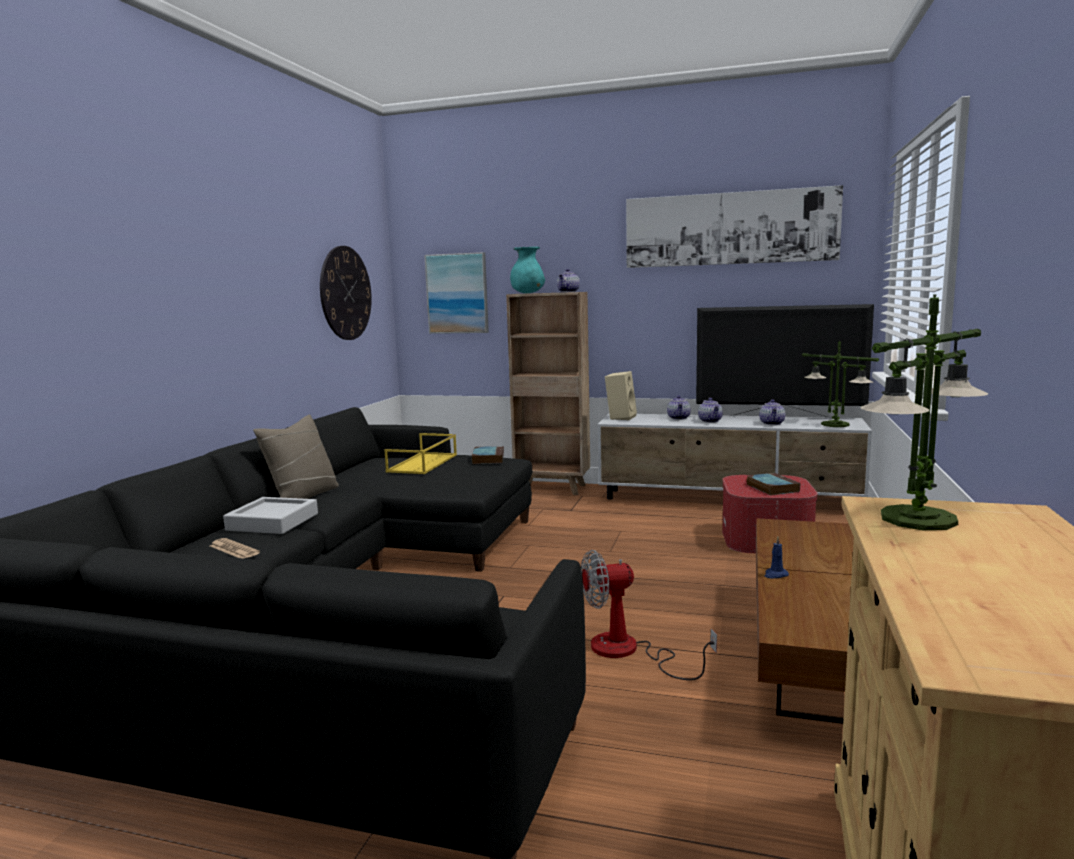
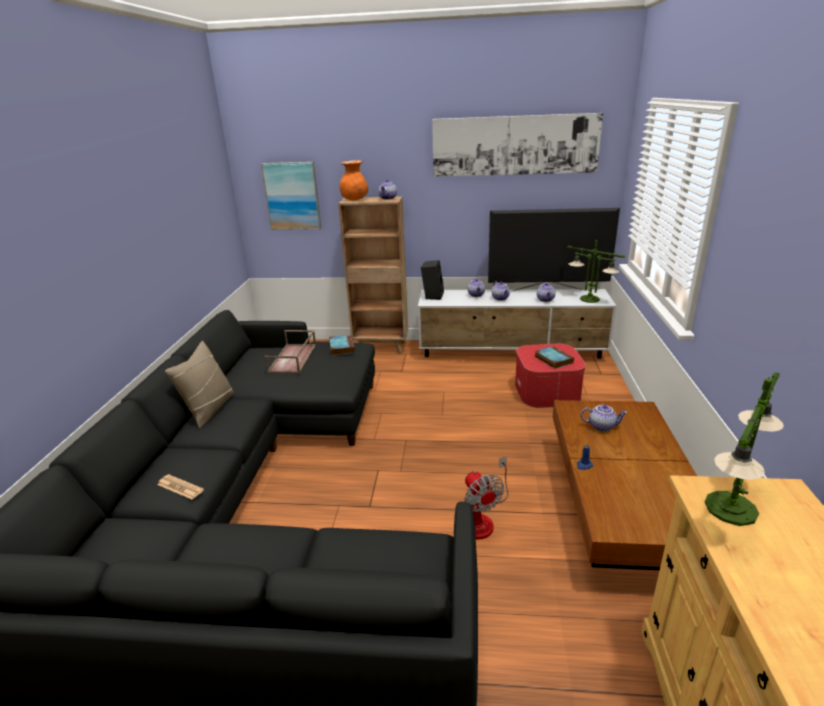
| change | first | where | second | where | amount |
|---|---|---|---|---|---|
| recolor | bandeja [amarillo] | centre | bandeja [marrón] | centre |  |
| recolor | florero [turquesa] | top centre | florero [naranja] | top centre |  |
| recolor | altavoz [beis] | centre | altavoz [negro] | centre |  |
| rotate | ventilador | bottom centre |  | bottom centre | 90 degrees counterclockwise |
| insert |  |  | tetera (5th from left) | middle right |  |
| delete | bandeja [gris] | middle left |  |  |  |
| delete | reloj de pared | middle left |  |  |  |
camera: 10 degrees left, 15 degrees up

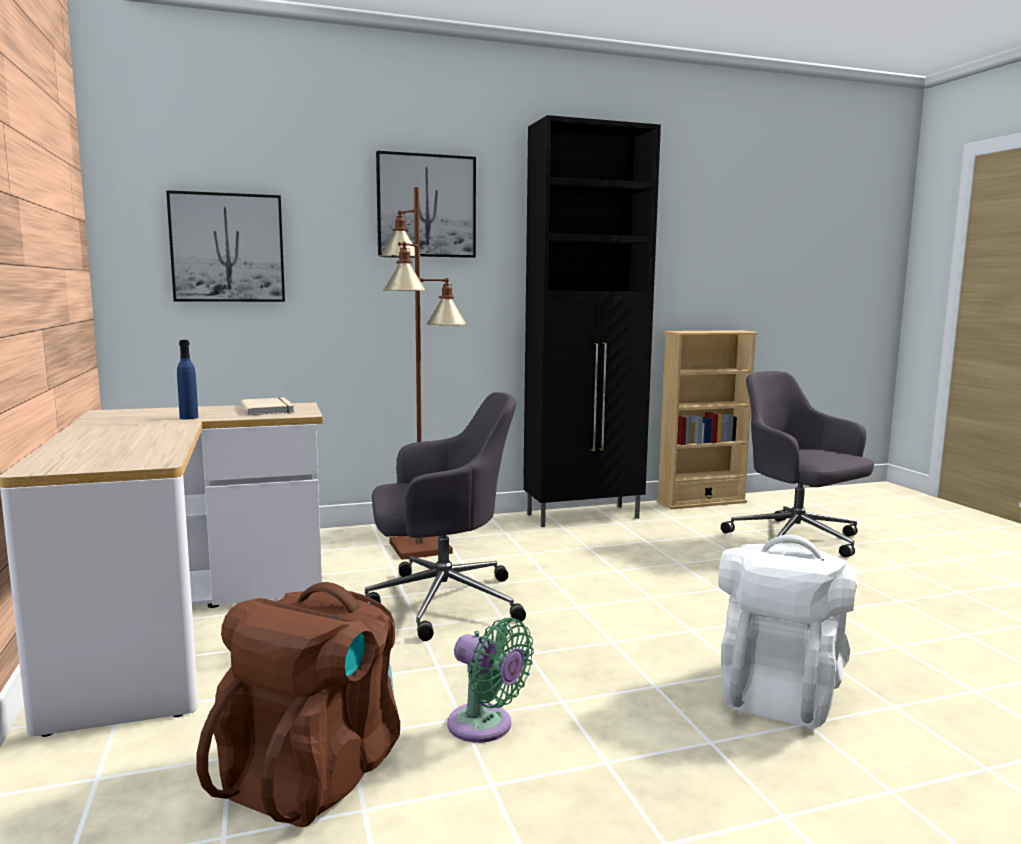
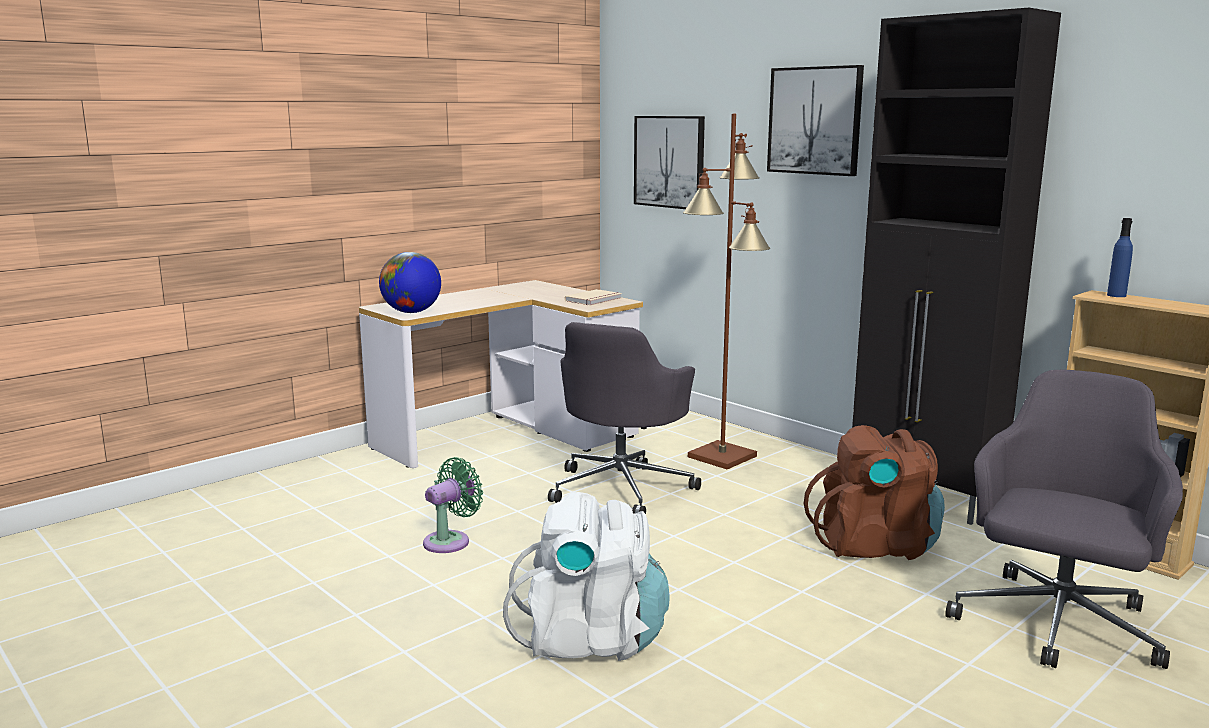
| change | first | where | second | where | amount |
|---|---|---|---|---|---|
| insert |  |  | globo terráqueo | centre |  |
| rotate | ventilador [verde] | bottom centre |  | bottom centre | 150 degrees counterclockwise |
| rotate | silla de oficina [gris] (1st from left) | centre |  | centre | 60 degrees clockwise |
| move | mochila [marrón] | bottom left |  | bottom right |  |
| move | botella [azul] | middle left |  | middle right |  |
camera: 65 degrees right, 5 degrees up

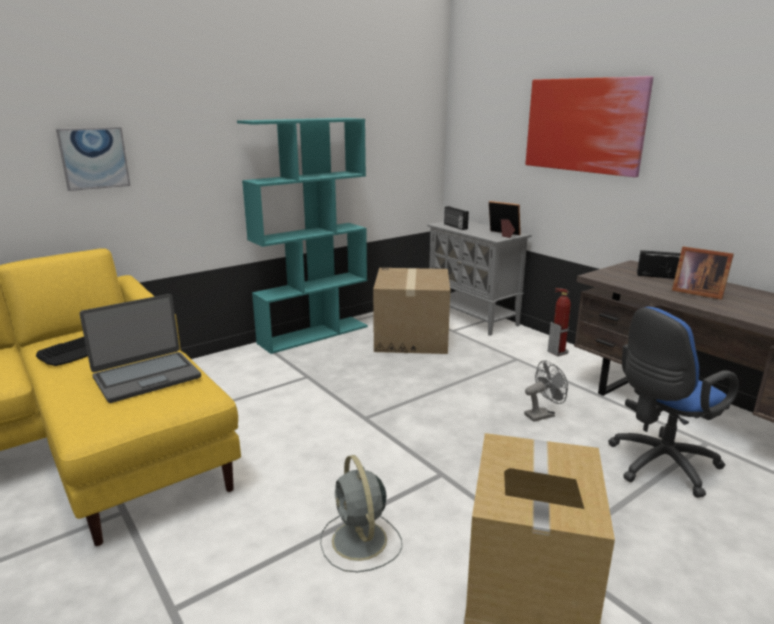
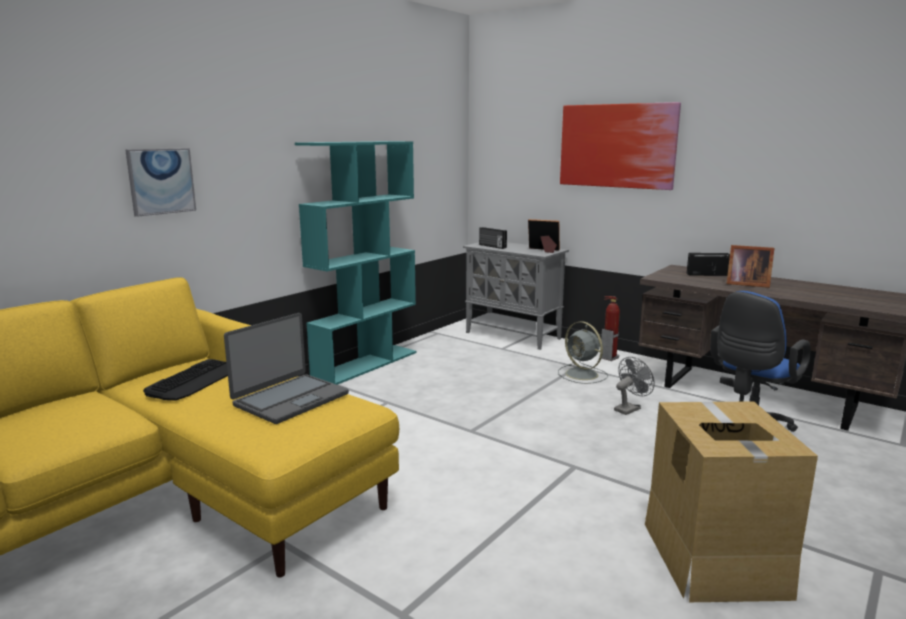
| change | first | where | second | where | amount |
|---|---|---|---|---|---|
| move | ventilador [gris] (1st from left) | bottom centre |  | centre |  |
| delete | caja de cartón (1st from left) | centre |  |  |  |
camera: 15 degrees left, 5 degrees down

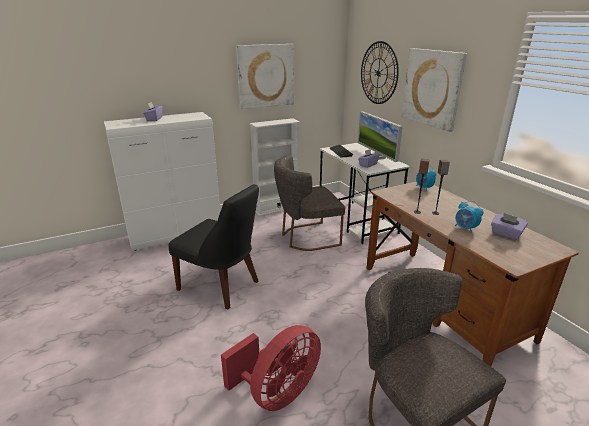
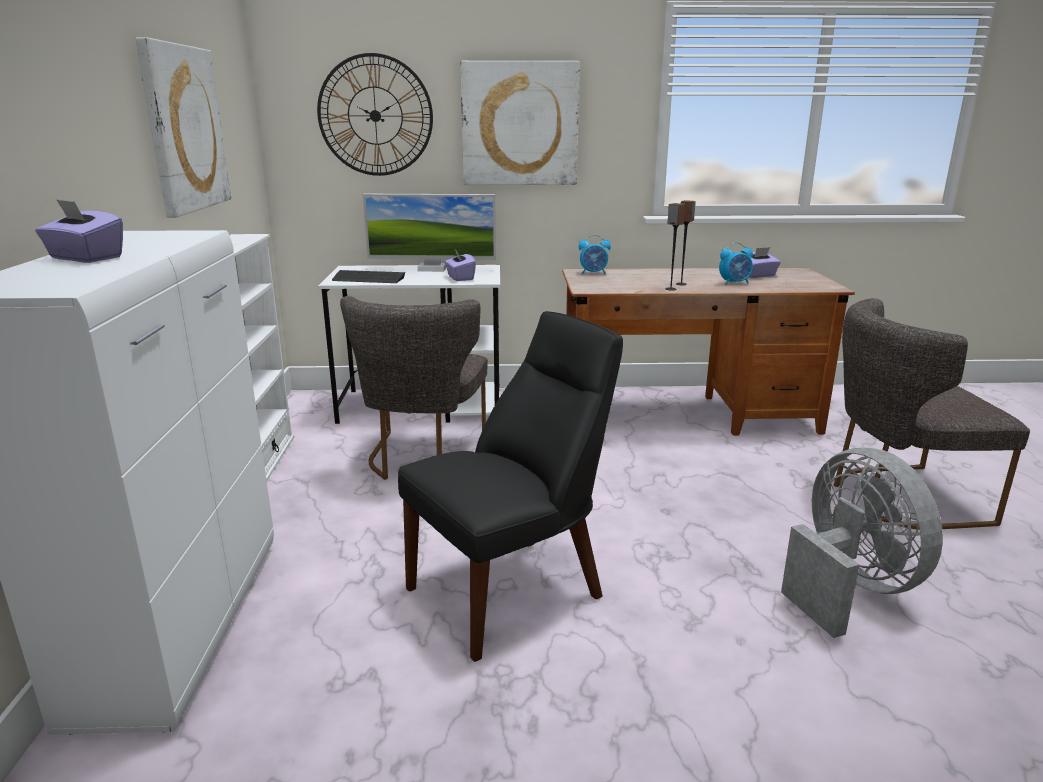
| change | first | where | second | where | amount |
|---|---|---|---|---|---|
| recolor | ventilador [rojo] | bottom centre | ventilador [gris] | bottom right |  |
camera: 65 degrees left, 5 degrees down

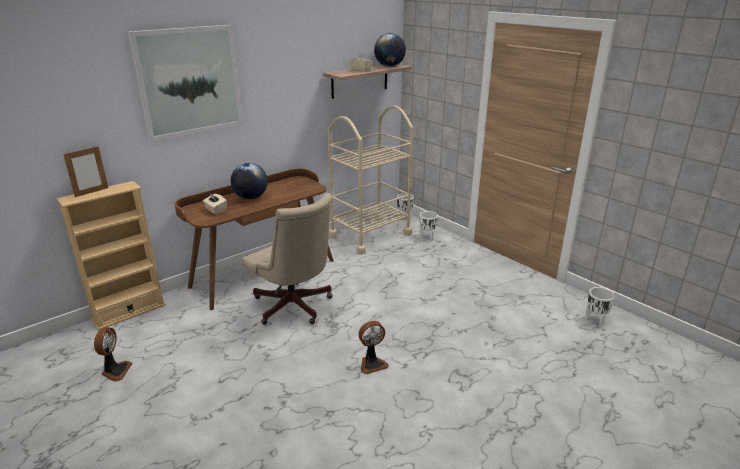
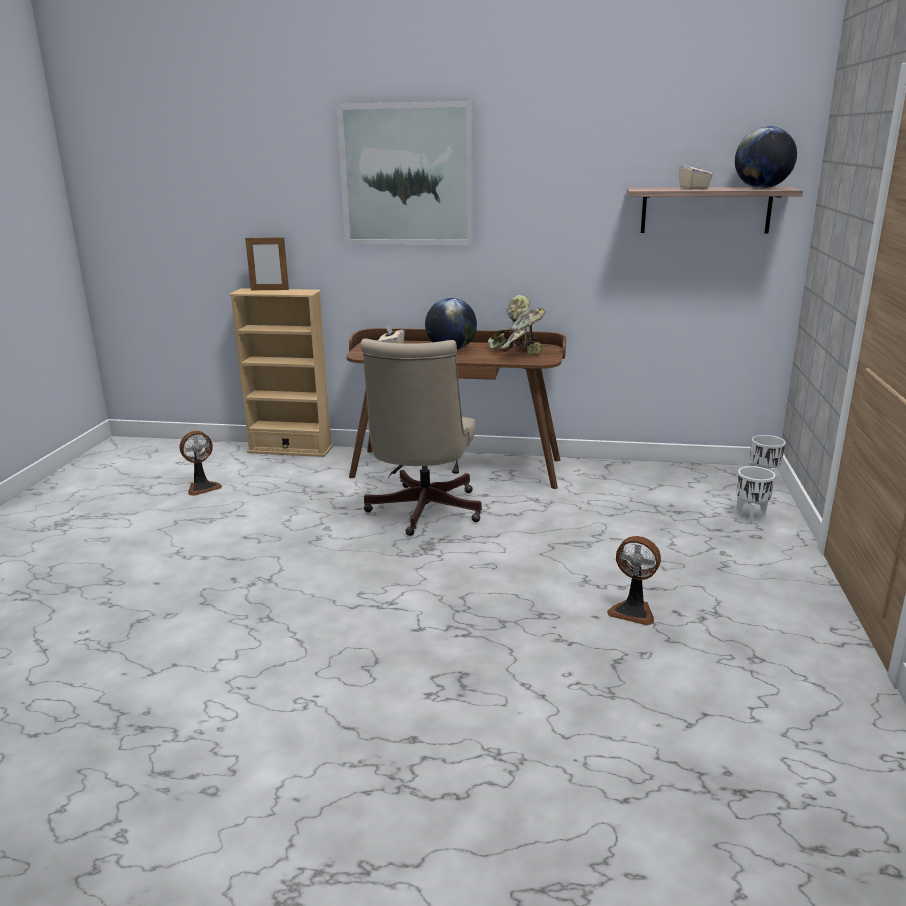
| change | first | where | second | where | amount |
|---|---|---|---|---|---|
| insert |  |  | planta en maceta | centre |  |
| move | ventilador (2nd from left) | bottom centre |  | middle right |  |
| delete | carrito [beis] | centre |  |  |  |
| delete | maceta [blanco] (3rd from left) | middle right |  |  |  |
camera: 50 degrees right, 5 degrees down

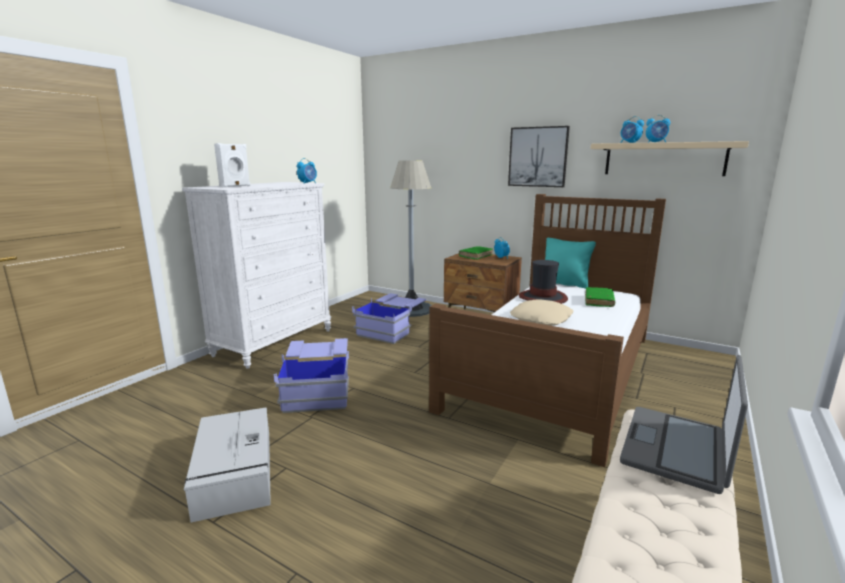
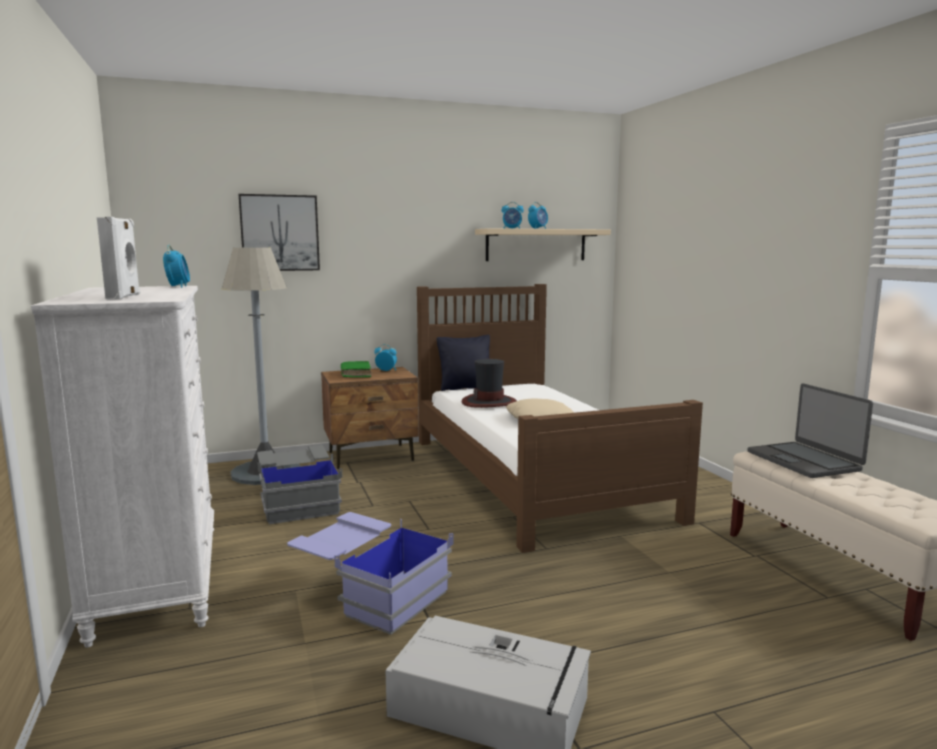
| change | first | where | second | where | amount |
|---|---|---|---|---|---|
| move | cuadro | top centre |  | top left |  |
| recolor | caja de almacenaje [azul] (2nd from left) | centre | caja de almacenaje [gris] (1st from left) | middle left |  |
| recolor | cojín [turquesa] | middle right | cojín [negro] | centre |  |
| delete | libro [verde] (2nd from left) | middle right |  |  |  |
camera: 50 degrees left, 5 degrees down

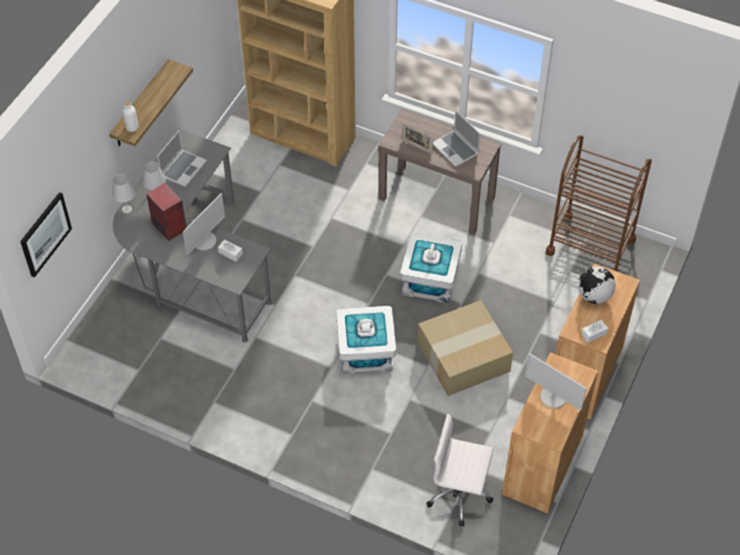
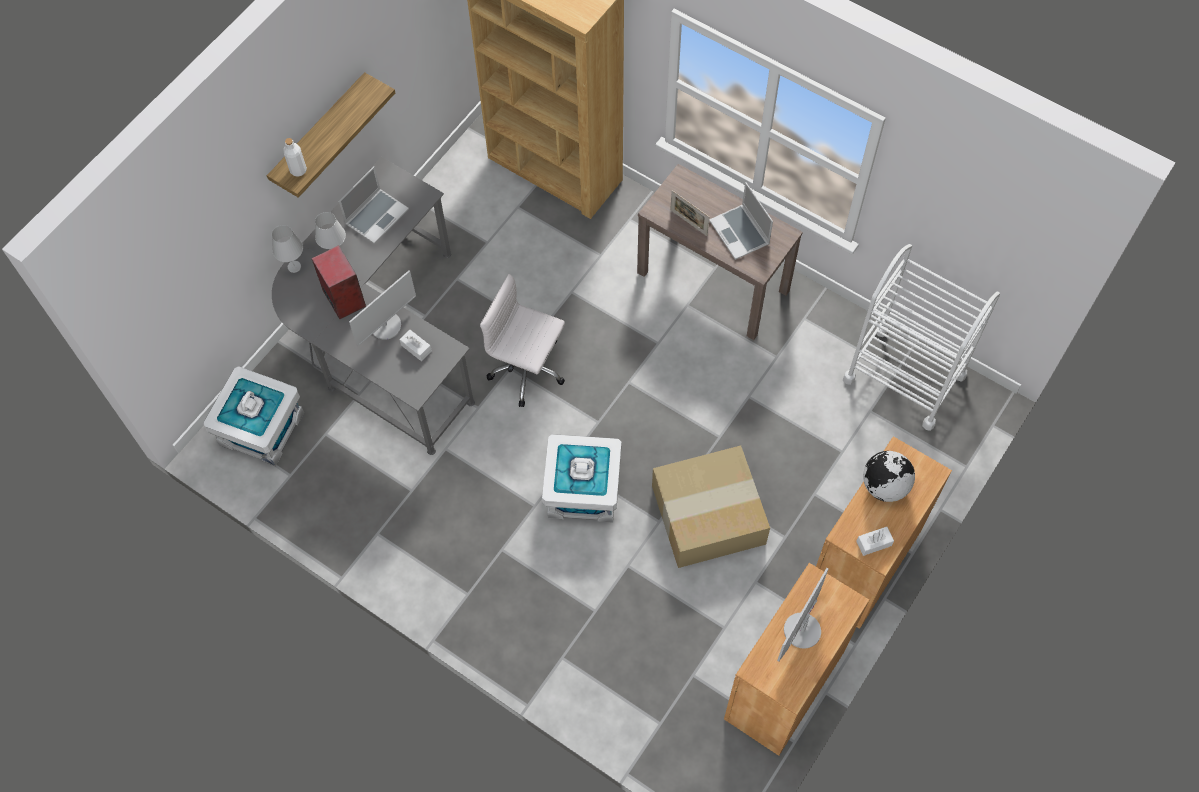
| change | first | where | second | where | amount |
|---|---|---|---|---|---|
| move | caja de almacenaje [blanco] (2nd from left in the first image) | centre | caja de almacenaje [blanco] (1st from left) | middle left |  |
| move | silla de oficina [blanco] | bottom centre |  | centre |  |
| rotate | monitor (2nd from left) | bottom right |  | bottom right | 75 degrees clockwise |
| recolor | carrito [marrón] | middle right | carrito [blanco] | middle right |  |
| delete | cuadro | middle left |  |  |  |
camera: 10 degrees right, 10 degrees up

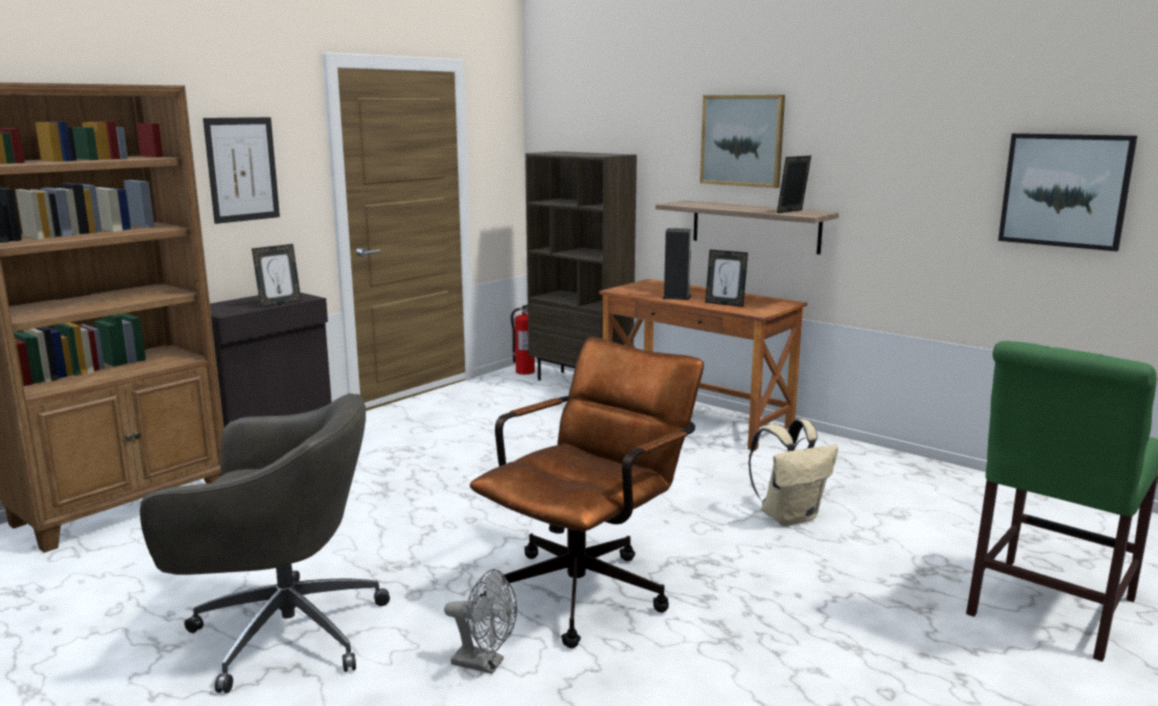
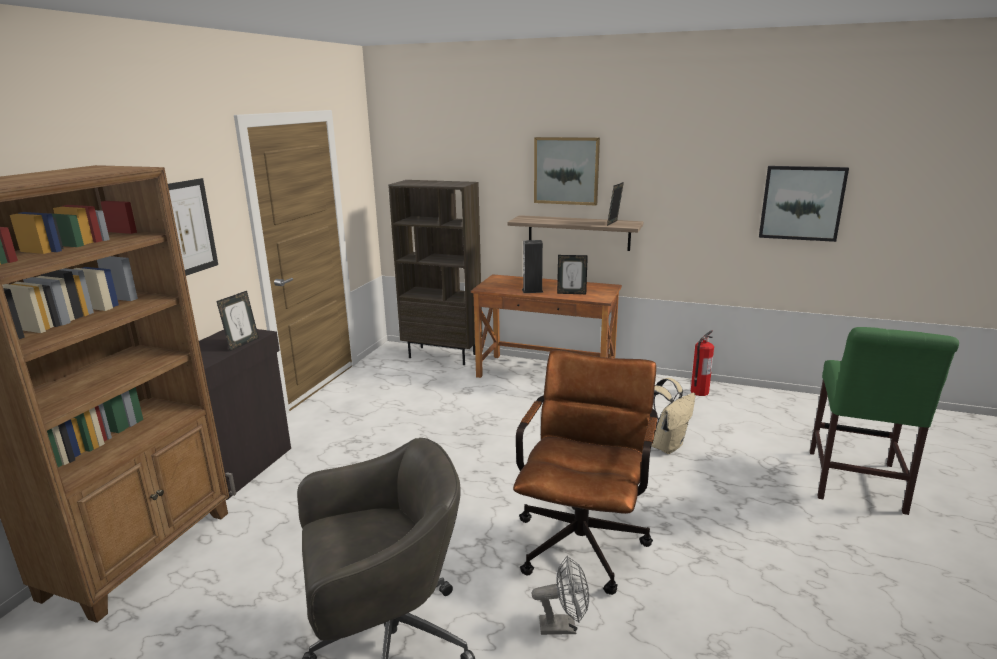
| change | first | where | second | where | amount |
|---|---|---|---|---|---|
| move | extintor | centre |  | middle right |  |
camera: 20 degrees left, 5 degrees up

